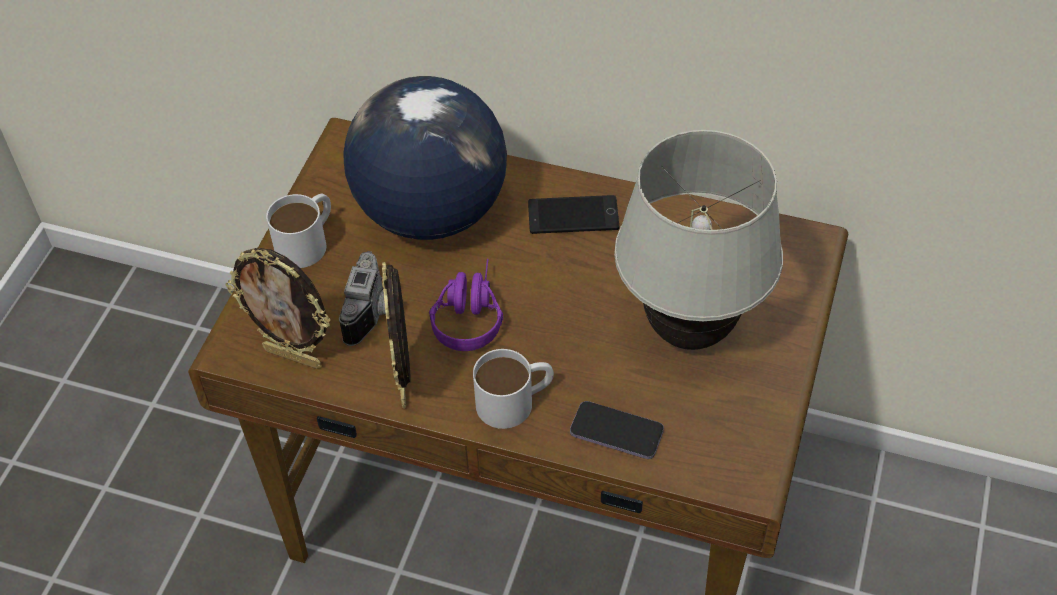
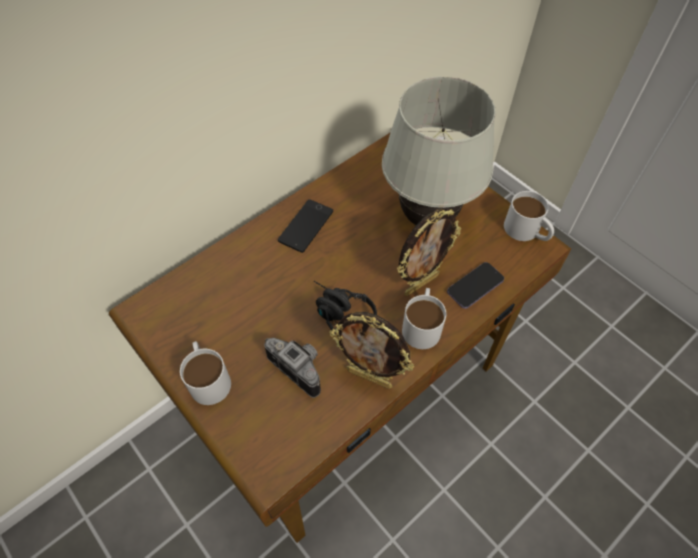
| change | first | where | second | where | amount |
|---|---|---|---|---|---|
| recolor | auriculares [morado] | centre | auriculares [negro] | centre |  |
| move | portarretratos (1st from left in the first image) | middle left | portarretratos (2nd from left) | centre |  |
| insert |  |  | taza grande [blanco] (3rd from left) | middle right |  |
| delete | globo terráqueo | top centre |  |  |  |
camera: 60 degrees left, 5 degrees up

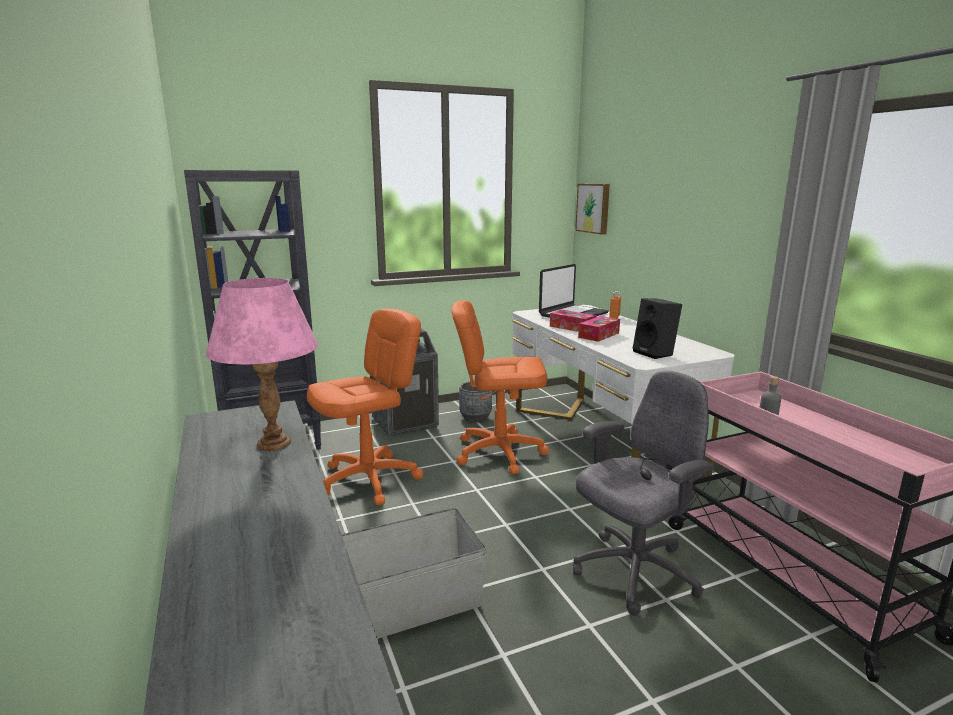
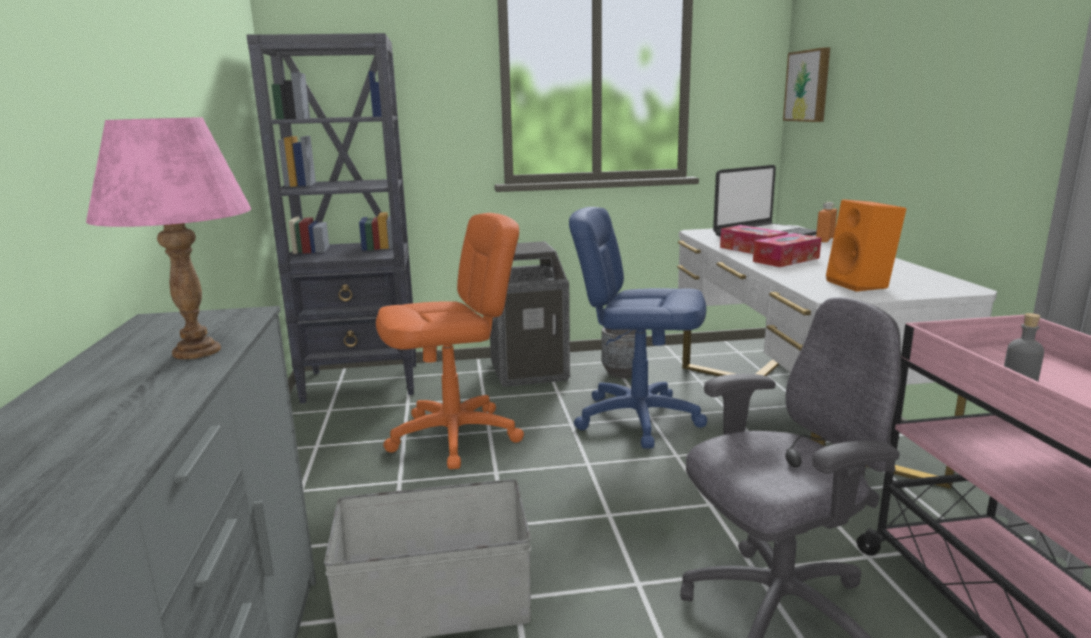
| change | first | where | second | where | amount |
|---|---|---|---|---|---|
| recolor | silla de oficina [naranja] (2nd from left) | centre | silla de oficina [azul] | centre |  |
| recolor | altavoz [negro] | middle right | altavoz [naranja] | middle right |  |
camera: 15 degrees right, 0 degrees up

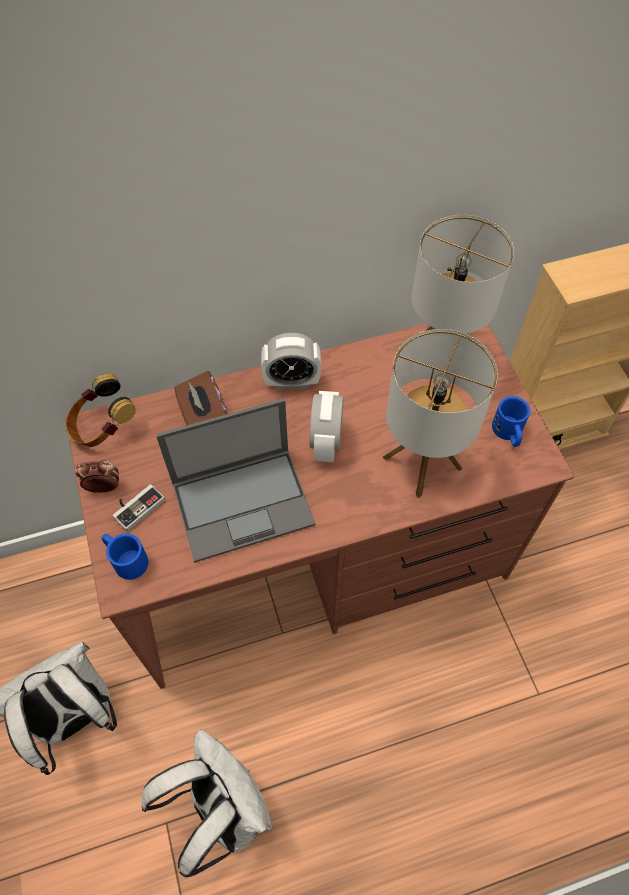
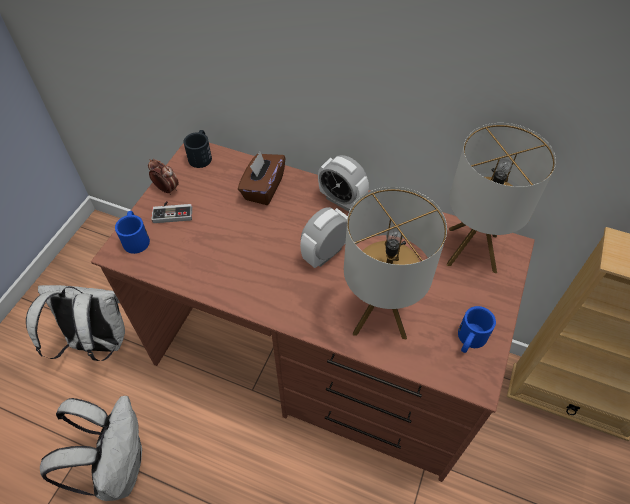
| change | first | where | second | where | amount |
|---|---|---|---|---|---|
| replace | auriculares | middle left | taza grande [negro] | top left |  |
| delete | portátil | centre |  |  |  |
camera: 40 degrees right, 5 degrees down

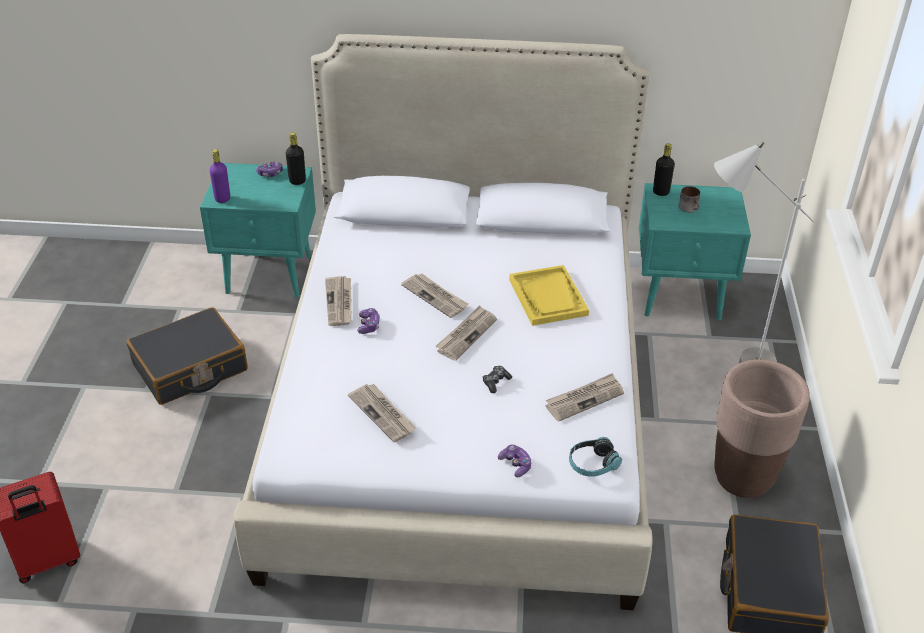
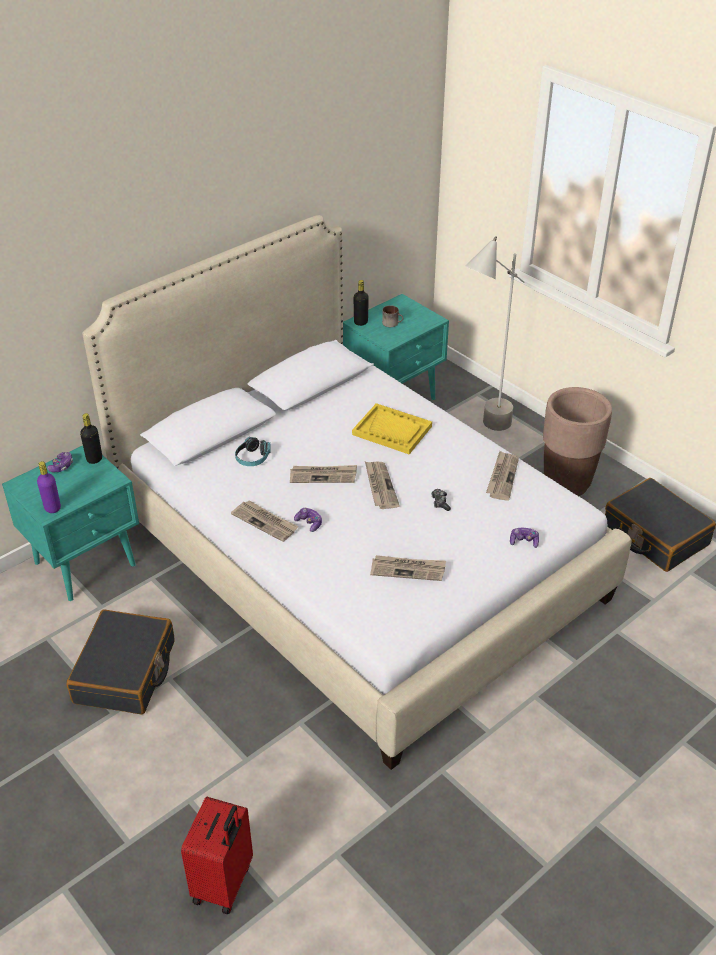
| change | first | where | second | where | amount |
|---|---|---|---|---|---|
| move | auriculares | bottom centre |  | centre |  |
camera: 45 degrees left, 0 degrees up

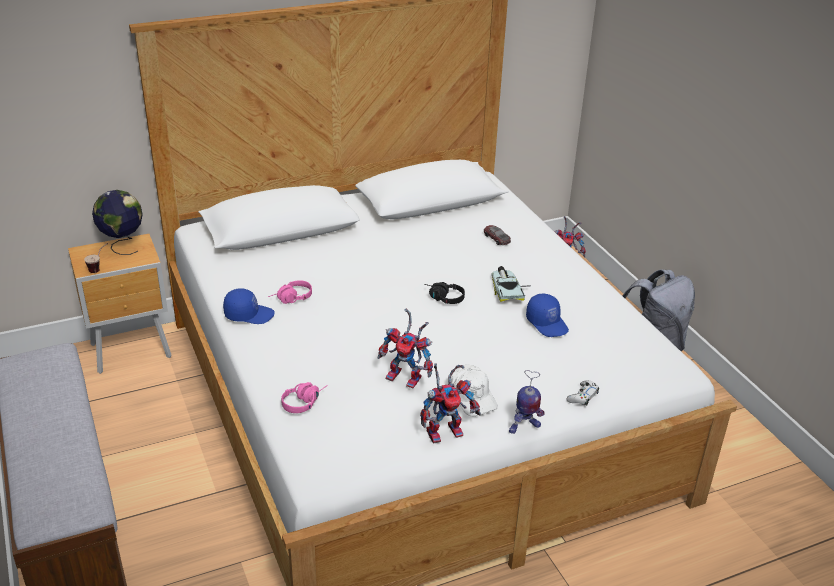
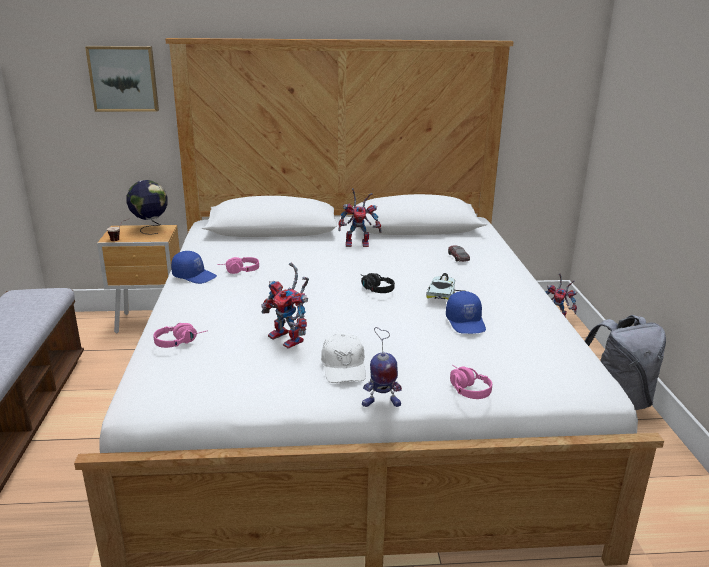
| change | first | where | second | where | amount |
|---|---|---|---|---|---|
| insert |  |  | cuadro | top left |  |
| move | robot de juguete (2nd from left) | bottom centre |  | centre |  |
| replace | mando de consola [blanco] | bottom right | auriculares [rosa] (3rd from left) | bottom centre |  |
camera: 20 degrees right, 10 degrees down

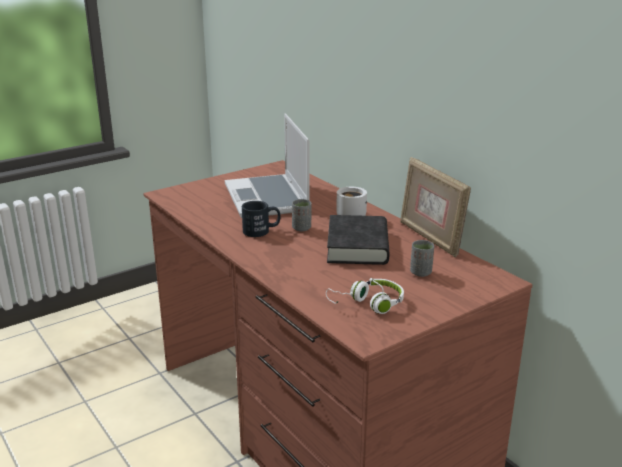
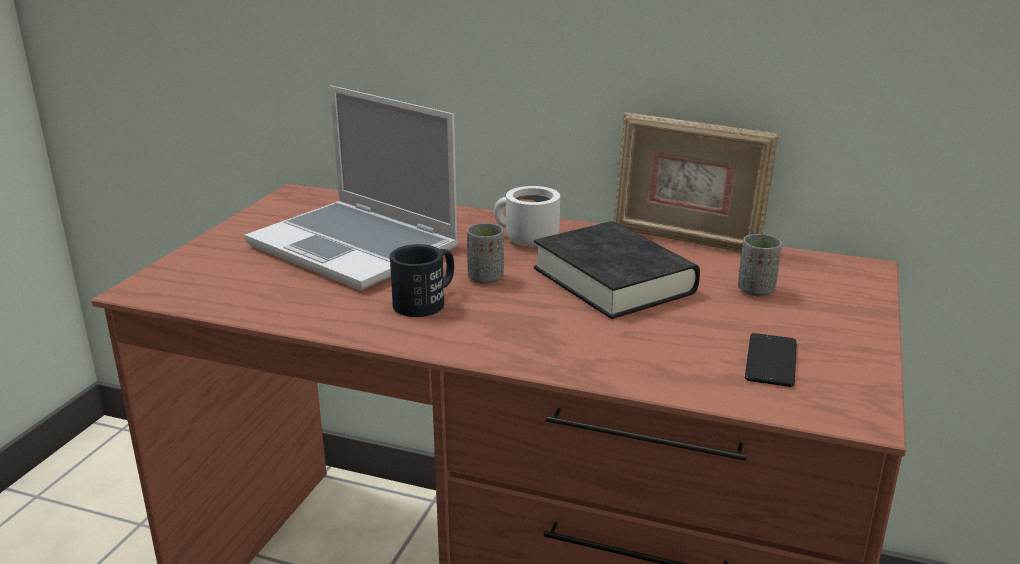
| change | first | where | second | where | amount |
|---|---|---|---|---|---|
| replace | auriculares [blanco] | centre | móvil | middle right |  |
camera: 35 degrees left, 0 degrees up

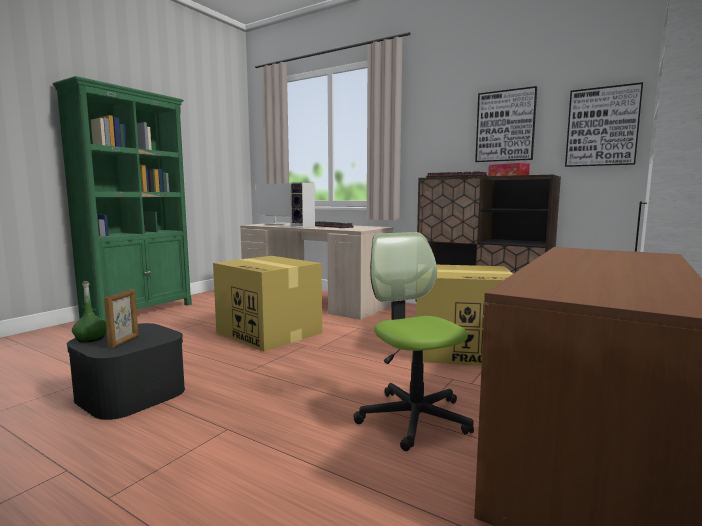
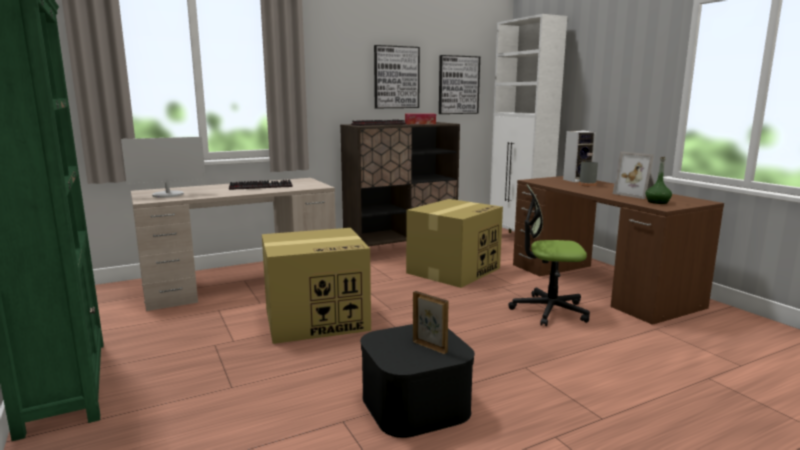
| change | first | where | second | where | amount |
|---|---|---|---|---|---|
| move | altavoz | centre |  | middle right |  |
| insert |  |  | botella [gris] | middle right |  |
| insert |  |  | portarretratos (2nd from left) | middle right |  |
| move | botella [verde] | middle left |  | middle right |  |
camera: 60 degrees left, 5 degrees up

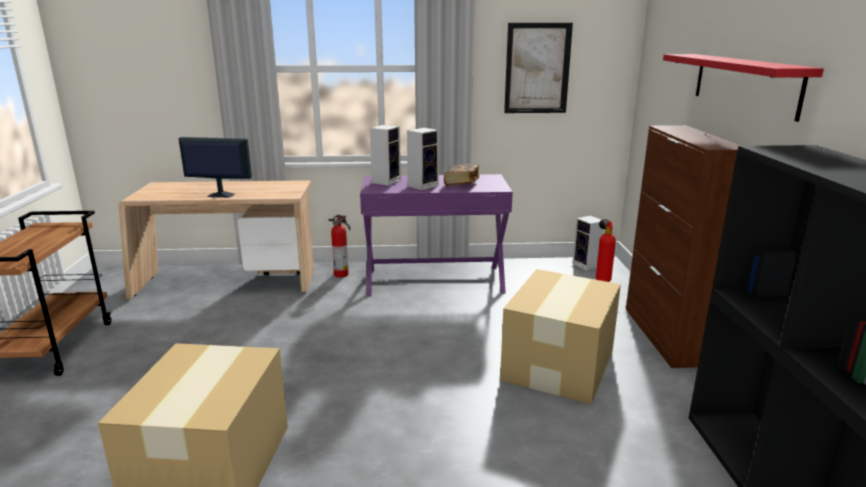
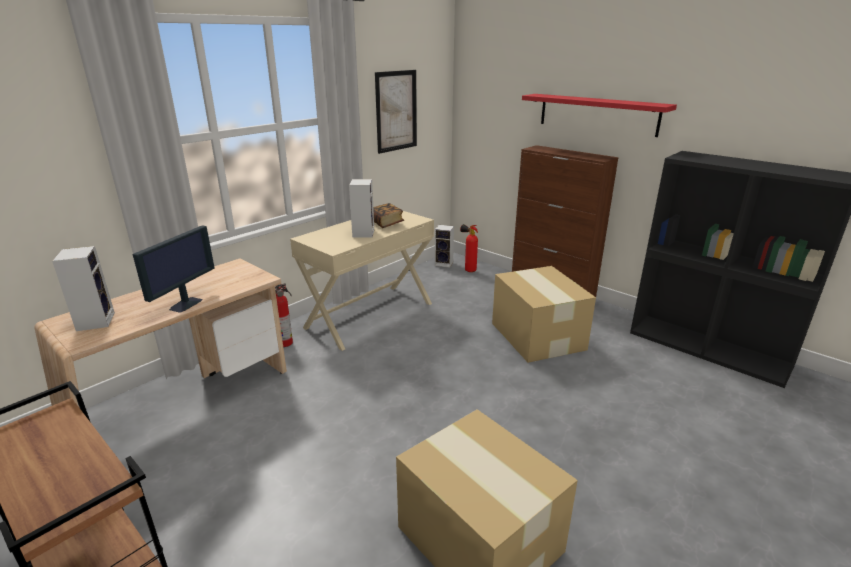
| change | first | where | second | where | amount |
|---|---|---|---|---|---|
| move | altavoz (1st from left) | top centre |  | middle left |  |
| rotate | monitor | middle left |  | middle left | 150 degrees clockwise |
| recolor | escritorio [morado] | centre | escritorio [beis] (2nd from left) | centre |  |
camera: 45 degrees left, 5 degrees up

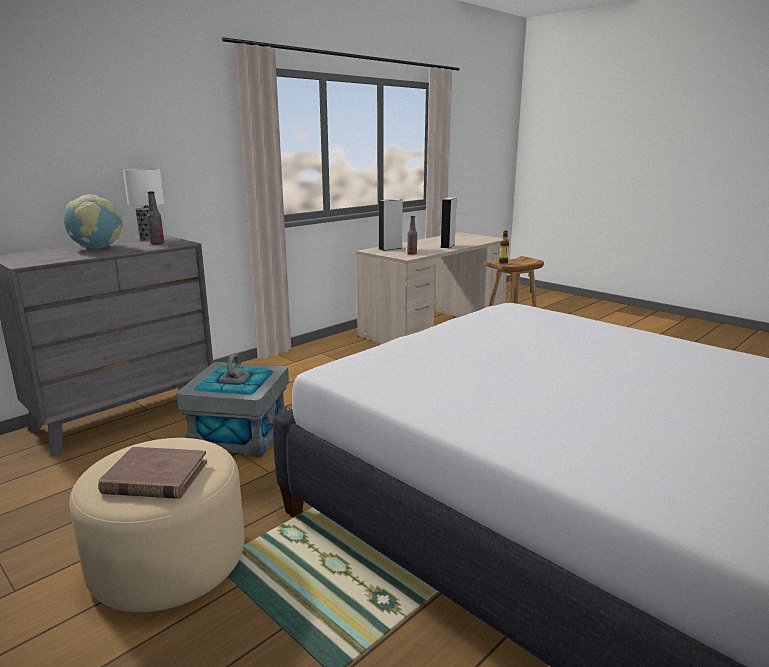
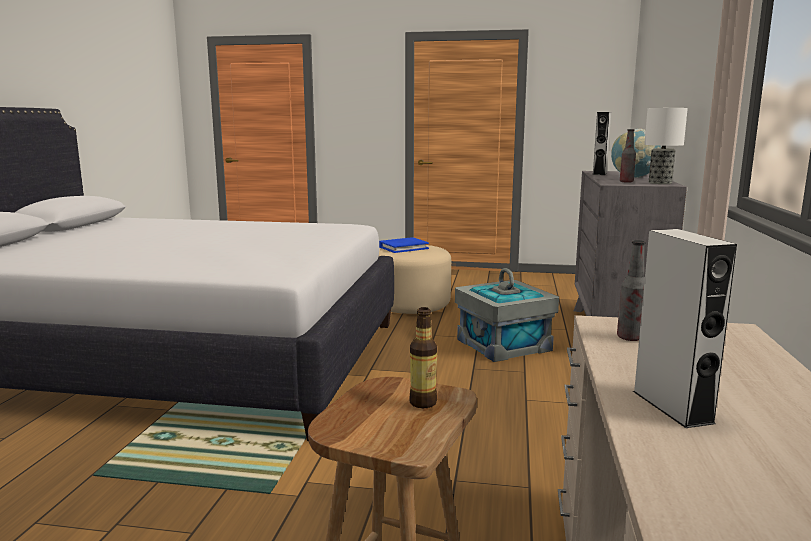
| change | first | where | second | where | amount |
|---|---|---|---|---|---|
| recolor | libro [marrón] | bottom left | libro [azul] | centre |  |
| move | altavoz [gris] (1st from left) | centre |  | top right |  |
camera: 145 degrees right, 5 degrees down

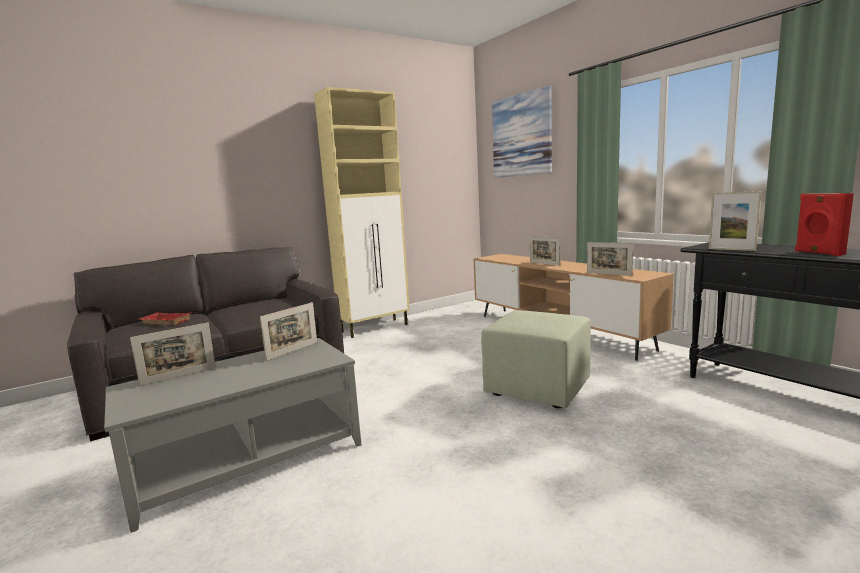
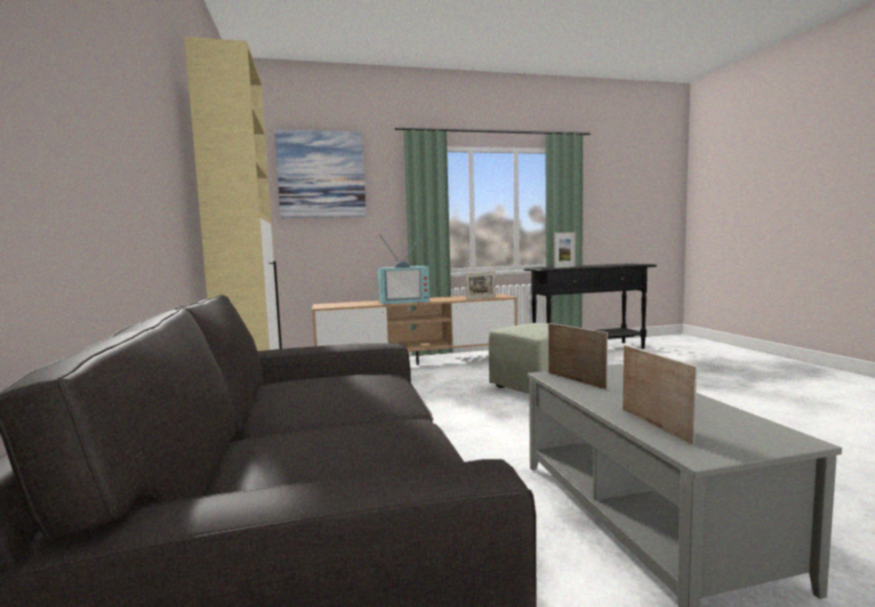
| change | first | where | second | where | amount |
|---|---|---|---|---|---|
| replace | portarretratos (3rd from left) | centre | televisor | centre |  |
| delete | bandeja [rojo] | middle left |  |  |  |
| delete | altavoz [rojo] | middle right |  |  |  |
camera: 70 degrees left, 5 degrees down

